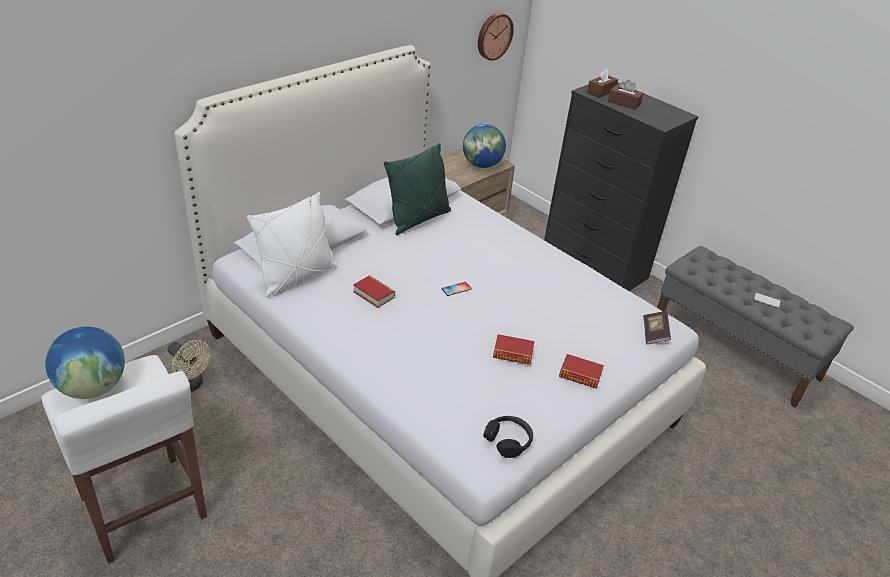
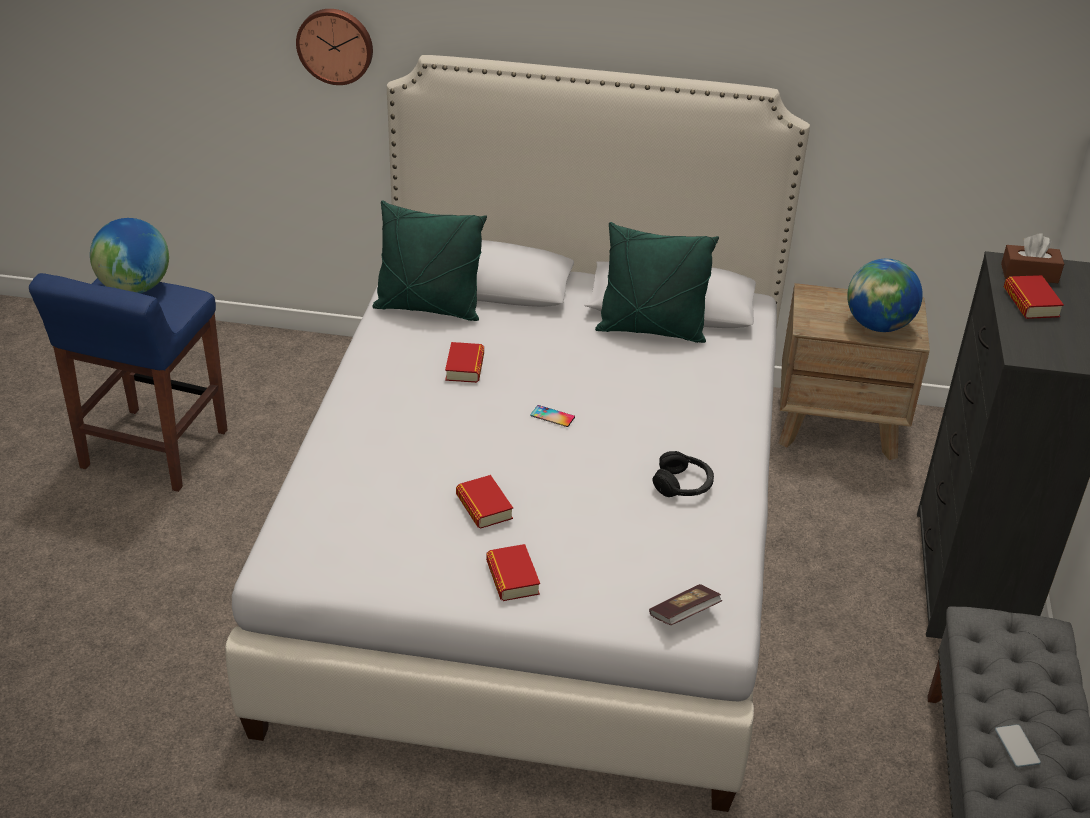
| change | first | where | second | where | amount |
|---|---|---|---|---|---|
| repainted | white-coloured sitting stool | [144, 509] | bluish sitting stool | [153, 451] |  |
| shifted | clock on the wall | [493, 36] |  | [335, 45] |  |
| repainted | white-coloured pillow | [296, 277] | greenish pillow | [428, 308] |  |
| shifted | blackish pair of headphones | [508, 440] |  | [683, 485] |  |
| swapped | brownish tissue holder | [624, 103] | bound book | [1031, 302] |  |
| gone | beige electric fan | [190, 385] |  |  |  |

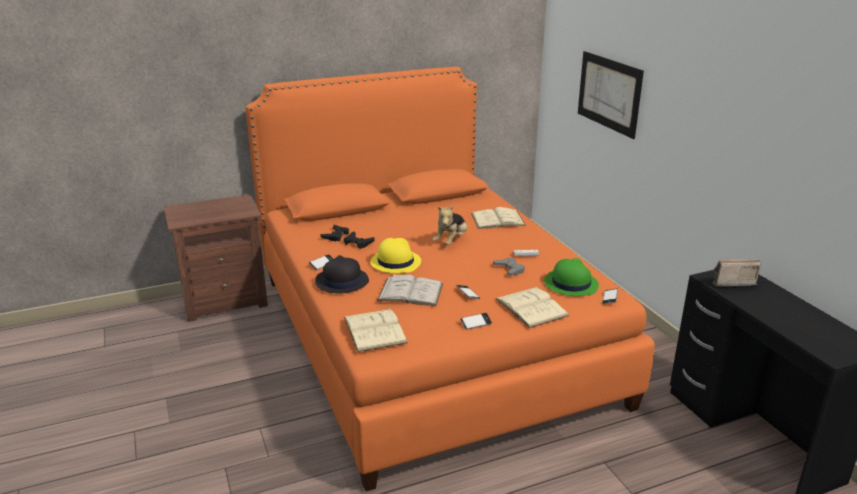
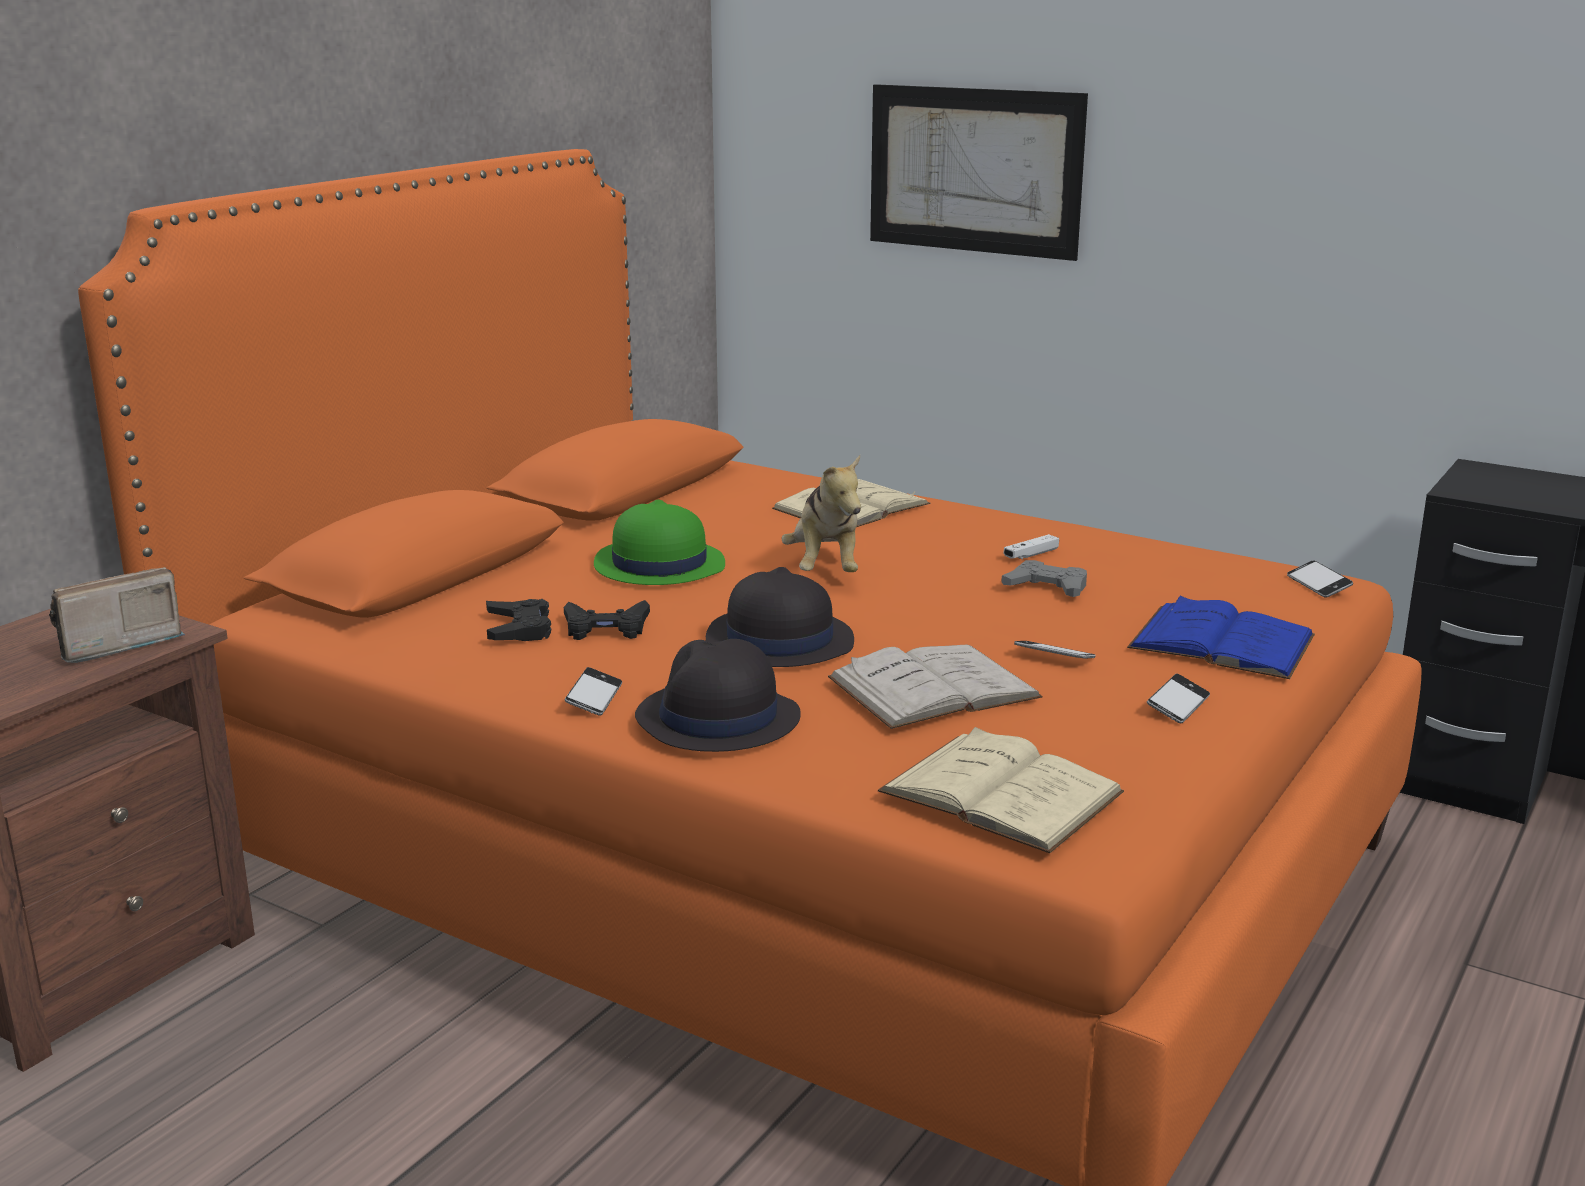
| change | first | where | second | where | amount |
|---|---|---|---|---|---|
| shifted | radio receiver | [730, 282] |  | [114, 645] |  |
| shifted | greenish hat | [570, 284] |  | [658, 565] |  |
| repainted | yellow-coloured hat | [395, 262] | blackish hat | [778, 641] |  |
| repainted | beige bound book | [531, 307] | bluish bound book | [1221, 641] |  |

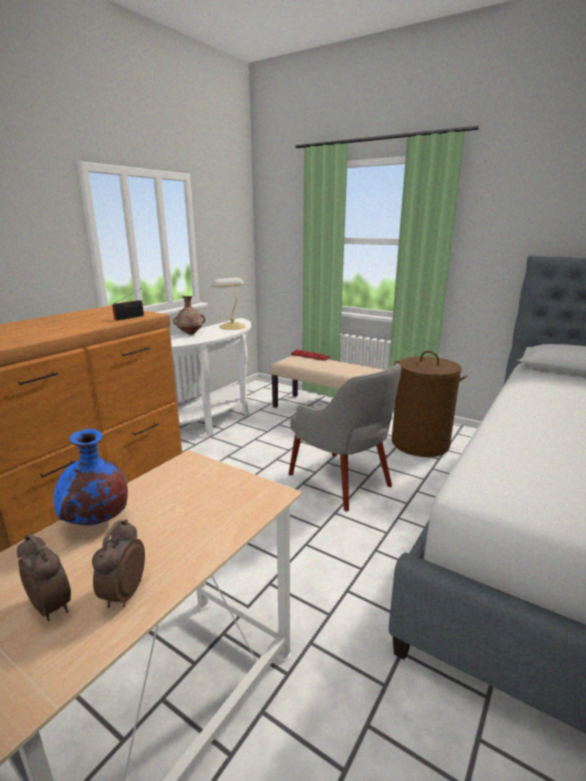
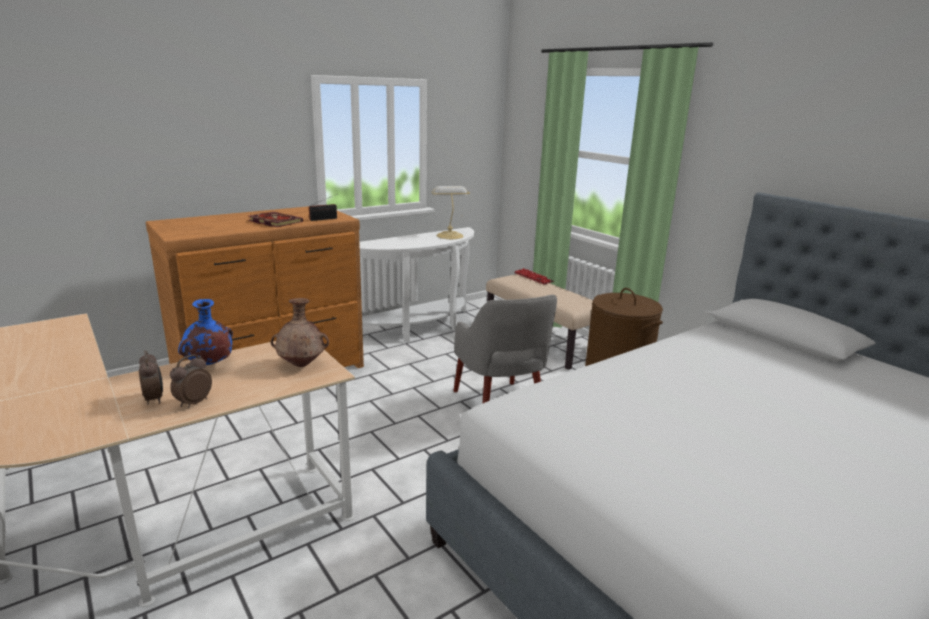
| change | first | where | second | where | amount |
|---|---|---|---|---|---|
| new |  |  | bound book | [274, 221] |  |
| shifted | brownish decorative vase | [191, 334] |  | [302, 364] |  |

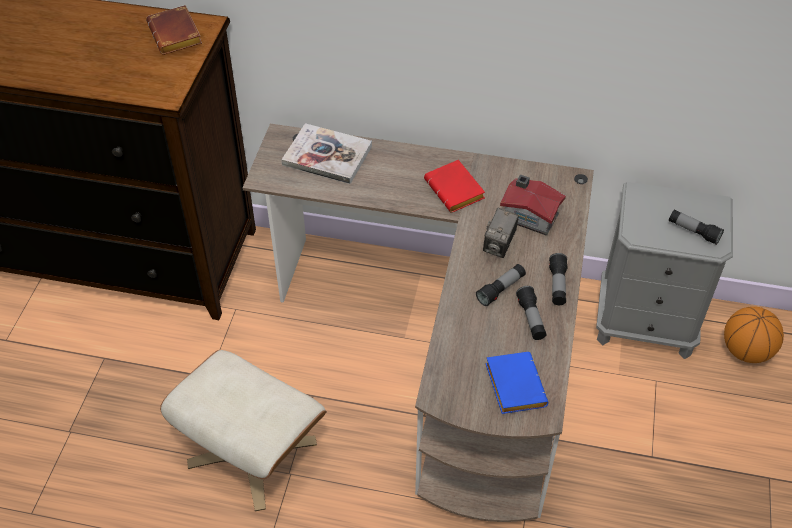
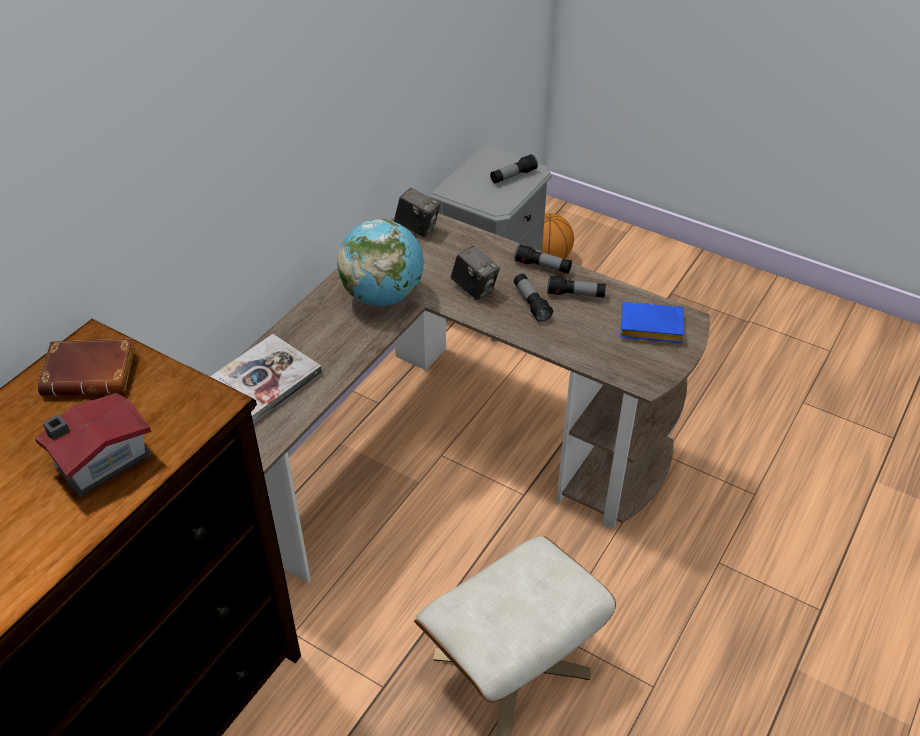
| change | first | where | second | where | amount |
|---|---|---|---|---|---|
| shifted | toy house | [529, 215] |  | [99, 460] |  |
| swapped | red bound book | [456, 191] | desk globe | [383, 296] |  |
| new |  |  | still camera | [417, 228] |  |

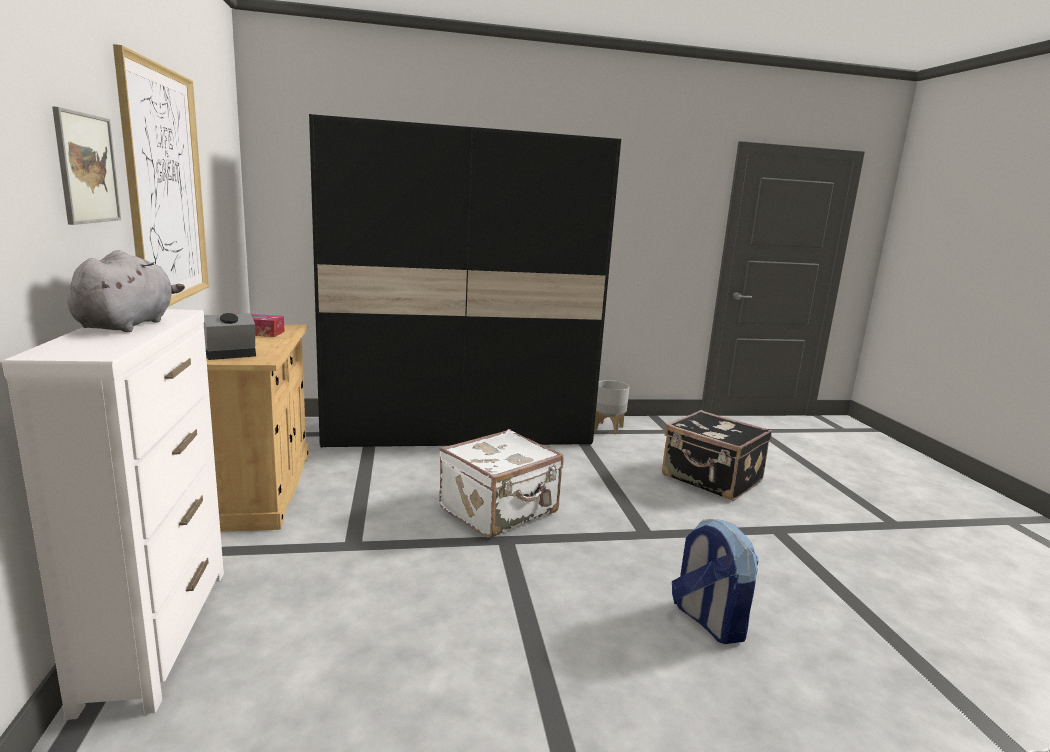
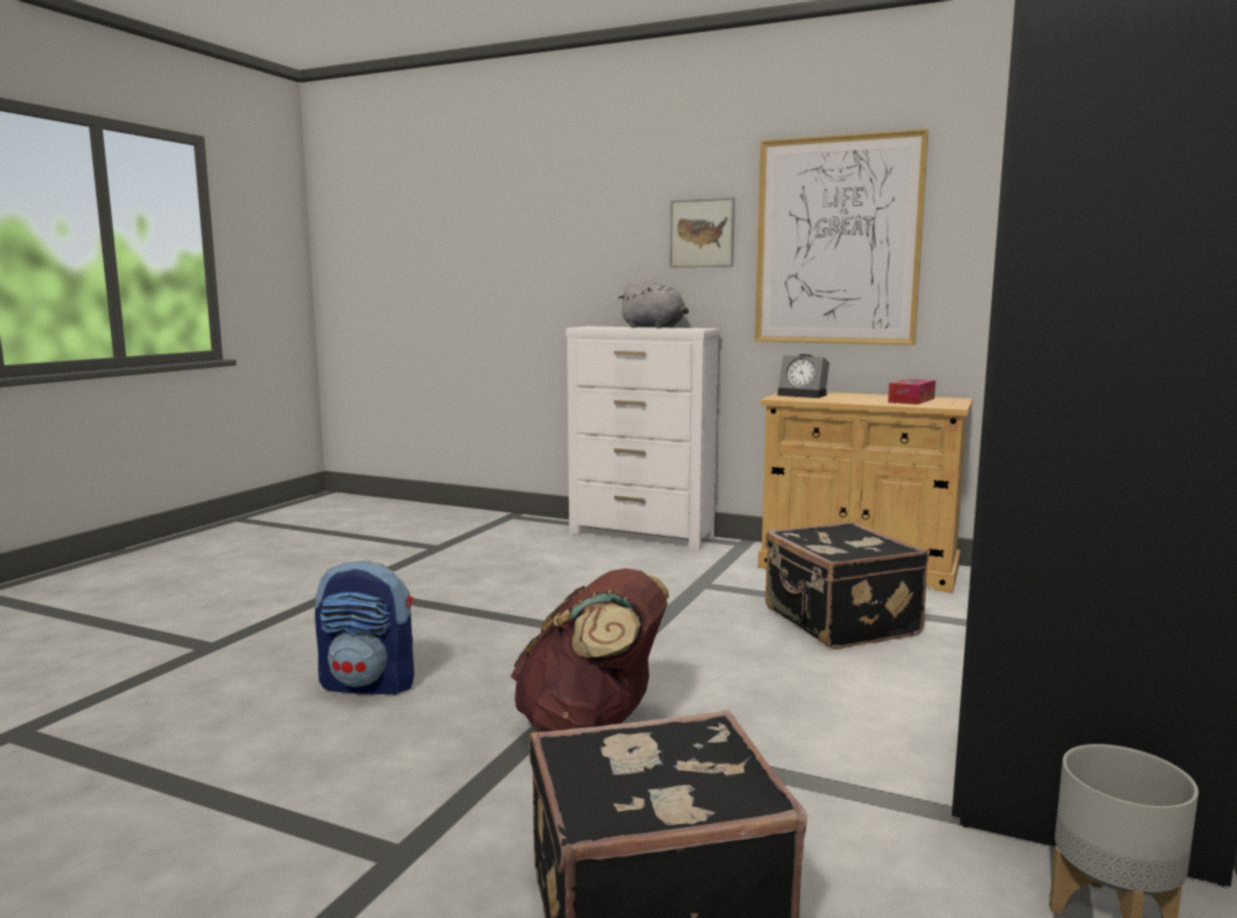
| change | first | where | second | where | amount |
|---|---|---|---|---|---|
| new |  |  | brownish rucksack | [592, 726] |  |
| new |  |  | blackish suitcase | [838, 623] |  |
| rotated | table clock | [229, 355] |  | [804, 395] | 120 degrees clockwise |
| gone | white-coloured suitcase | [500, 511] |  |  |  |

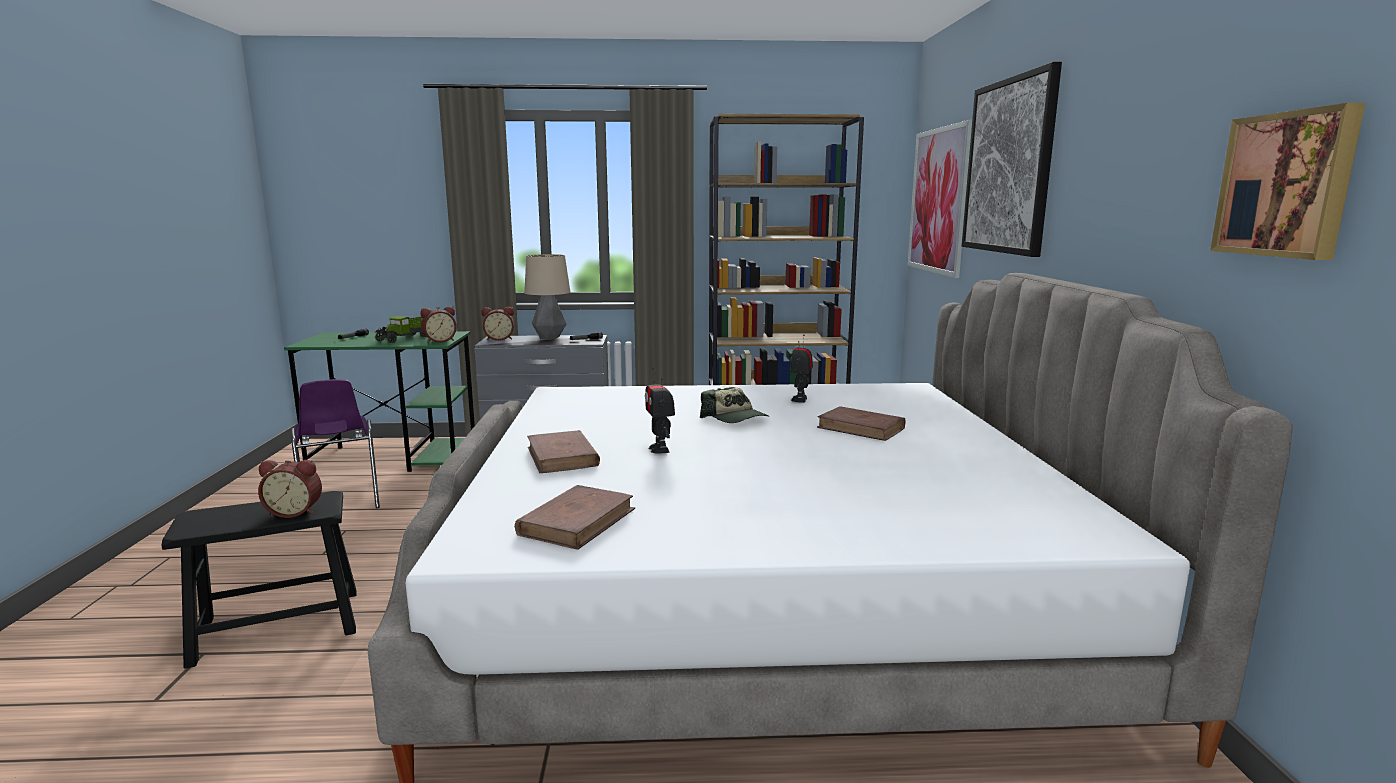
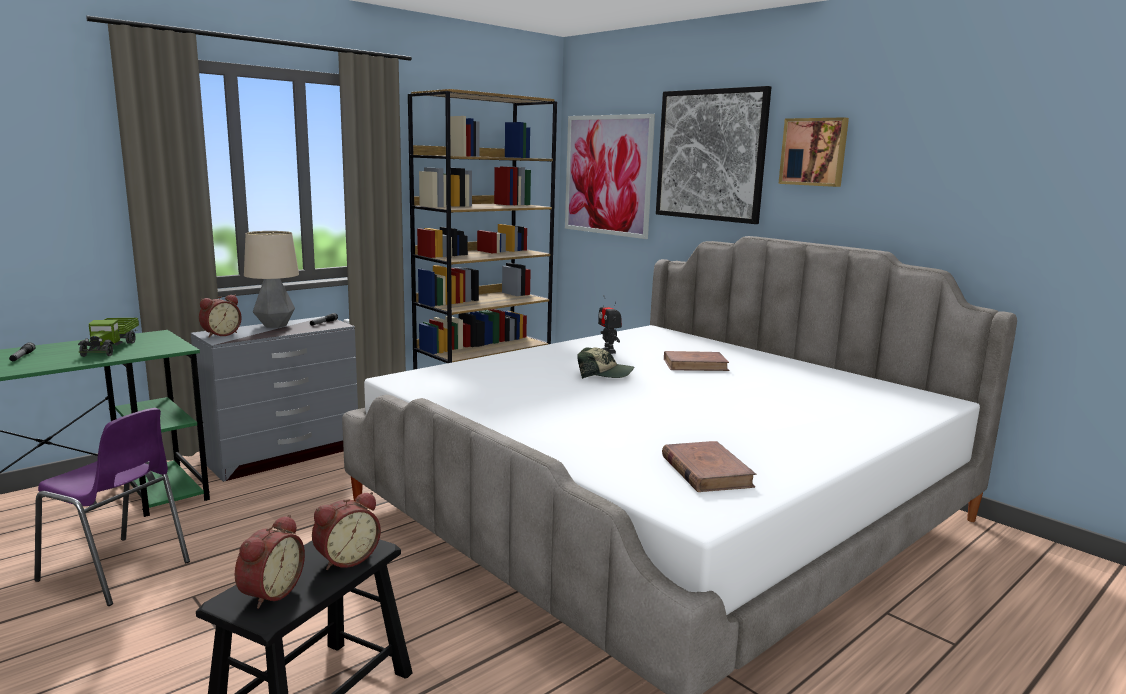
| change | first | where | second | where | amount |
|---|---|---|---|---|---|
| shifted | table clock | [439, 341] |  | [269, 592] |  |
| shifted | picture | [1287, 185] |  | [814, 152] |  |
| gone | brownish bound book | [562, 457] |  |  |  |
| gone | model robot | [660, 449] |  |  |  |

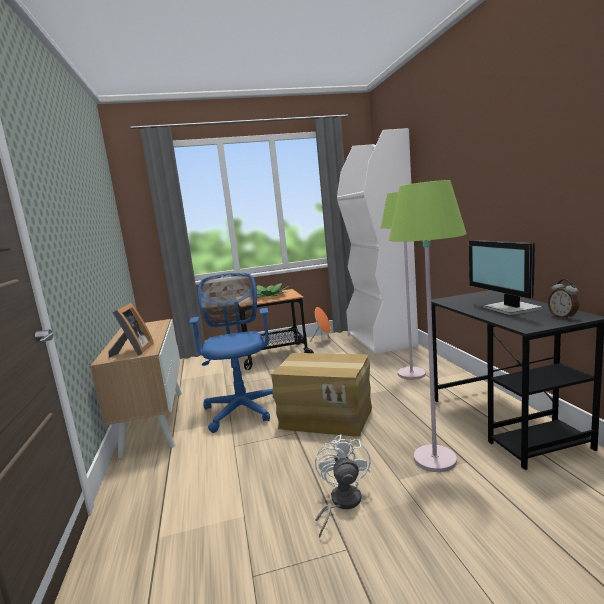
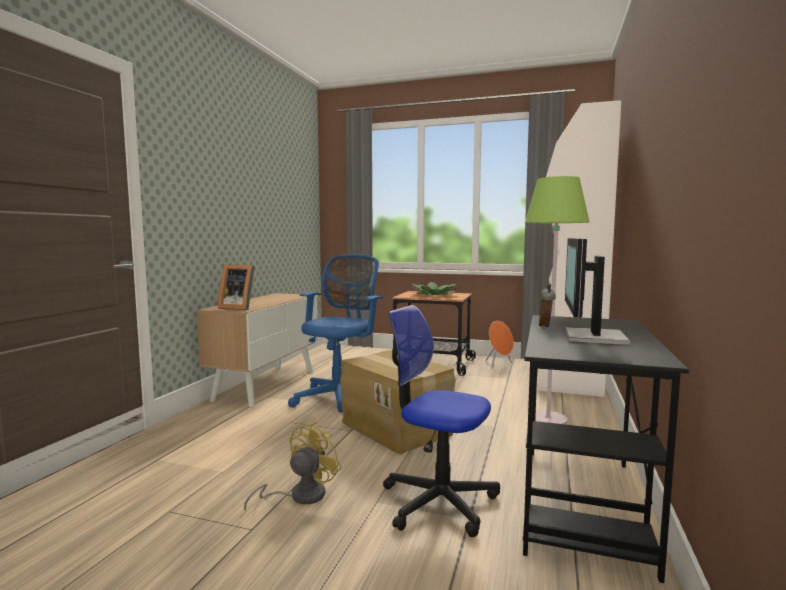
| change | first | where | second | where | amount |
|---|---|---|---|---|---|
| rotated | picture frame | [133, 351] |  | [238, 308] | 75 degrees clockwise |
| repainted | white-coloured electric fan | [341, 503] | yellow-coloured electric fan | [300, 496] |  |
| swapped | greenish standing lamp | [434, 459] | computer chair | [439, 501] |  |
| shifted | table clock | [563, 317] |  | [546, 327] |  |

